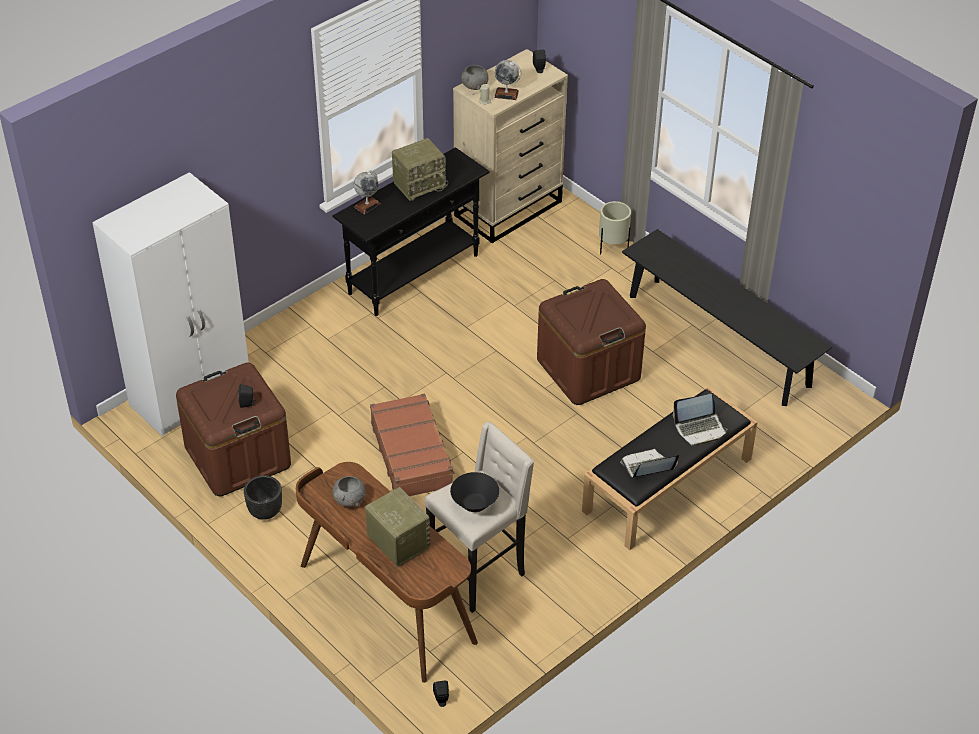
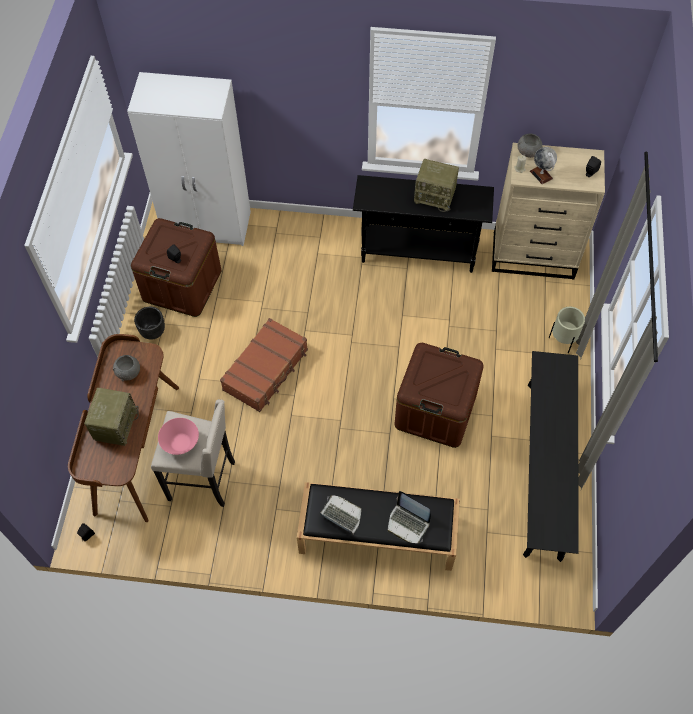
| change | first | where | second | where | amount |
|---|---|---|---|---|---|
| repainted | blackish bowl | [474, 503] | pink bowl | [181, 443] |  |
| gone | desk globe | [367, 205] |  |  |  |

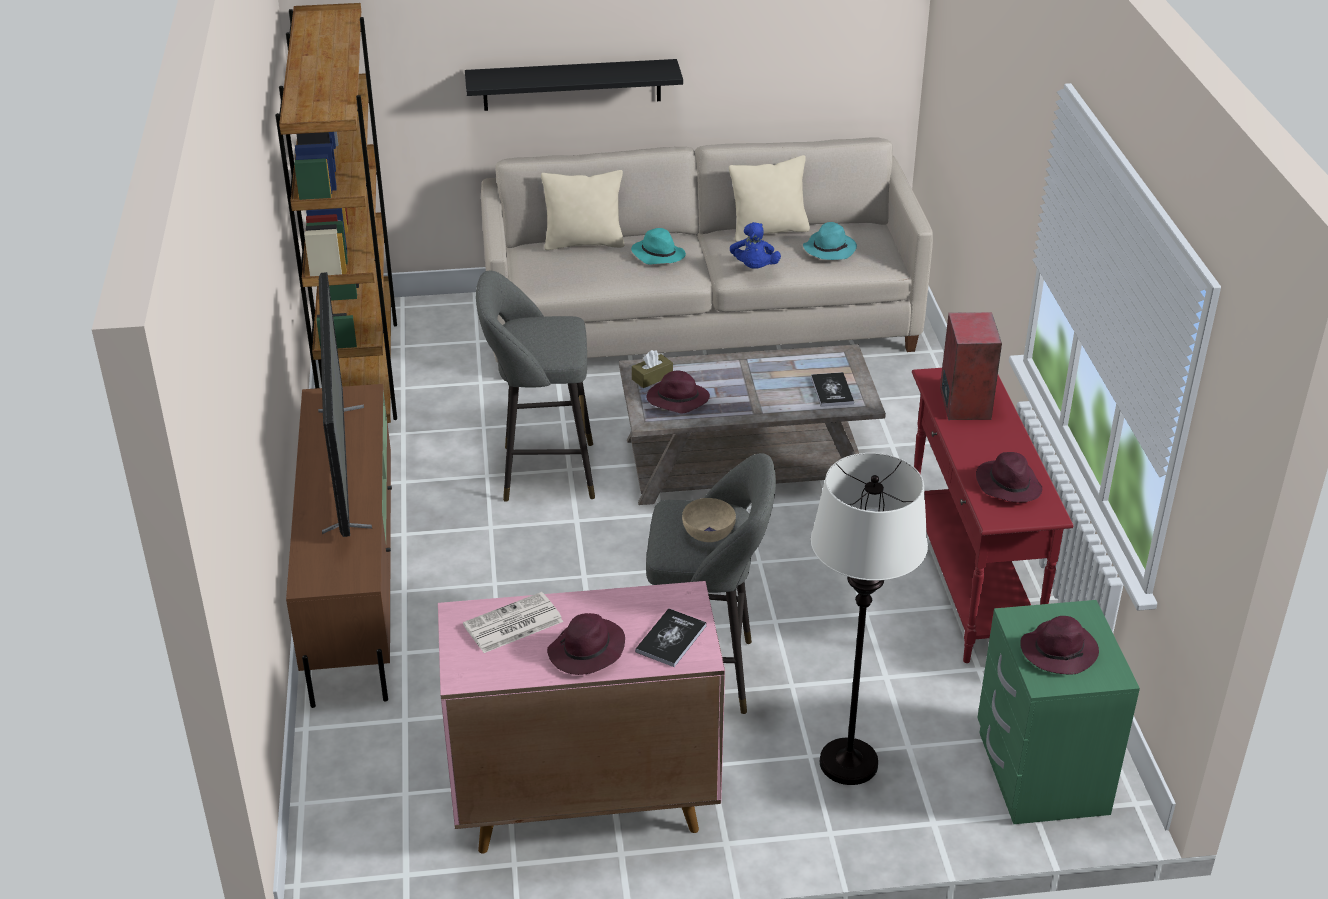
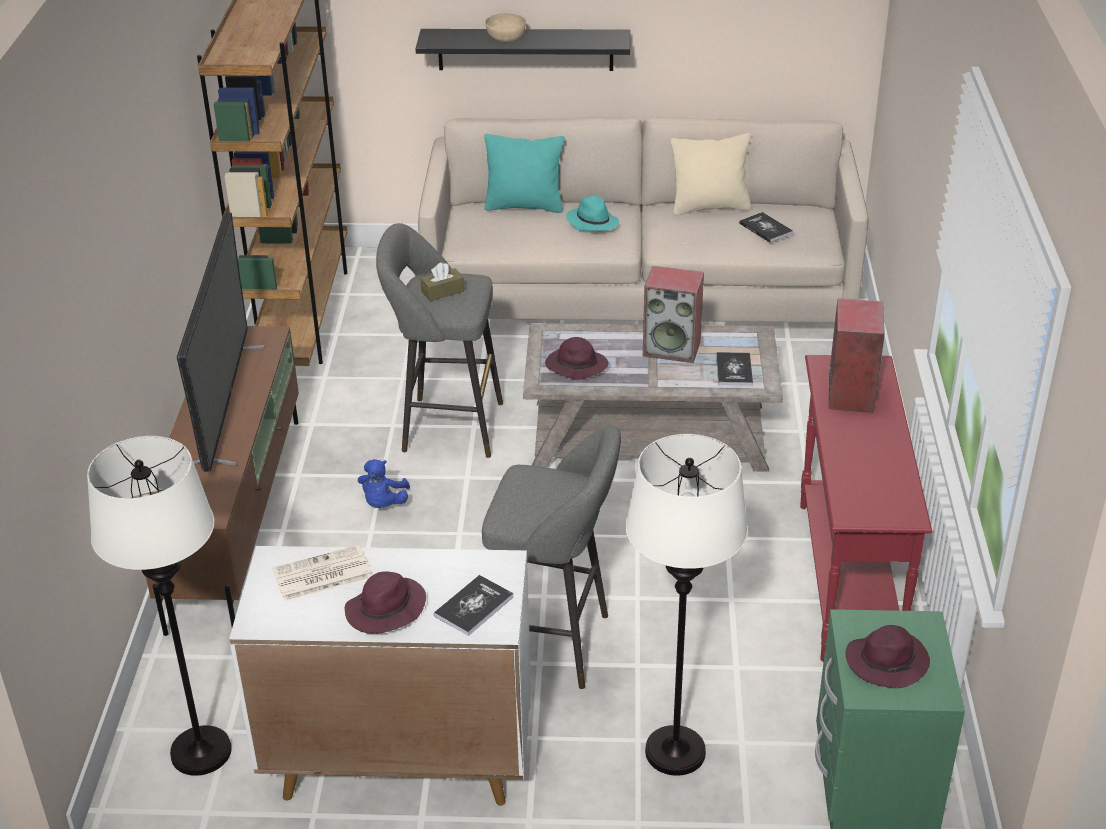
| change | first | where | second | where | amount |
|---|---|---|---|---|---|
| new |  |  | white-coloured standing lamp | [201, 752] |  |
| repainted | pink cupboard | [582, 801] | white-coloured cupboard | [397, 759] |  |
| shifted | bluish soft toy | [754, 268] |  | [383, 503] |  |
| shifted | brownish tissue holder | [652, 377] |  | [442, 291] |  |
| repainted | beige pillow | [584, 243] | turquoise pillow | [524, 206] |  |
| shifted | beige bowl | [707, 533] |  | [505, 38] |  |
| new |  |  | audio speaker | [672, 348] |  |
| swapped | turquoise hat | [829, 248] | bound book | [765, 228] |  |
| gone | purple hat | [1008, 484] |  |  |  |

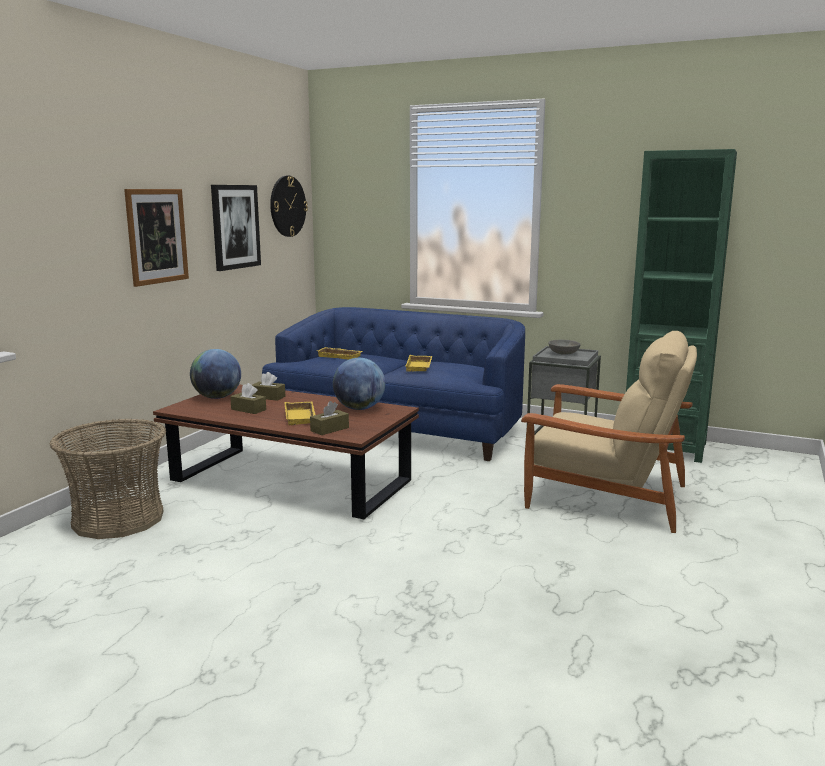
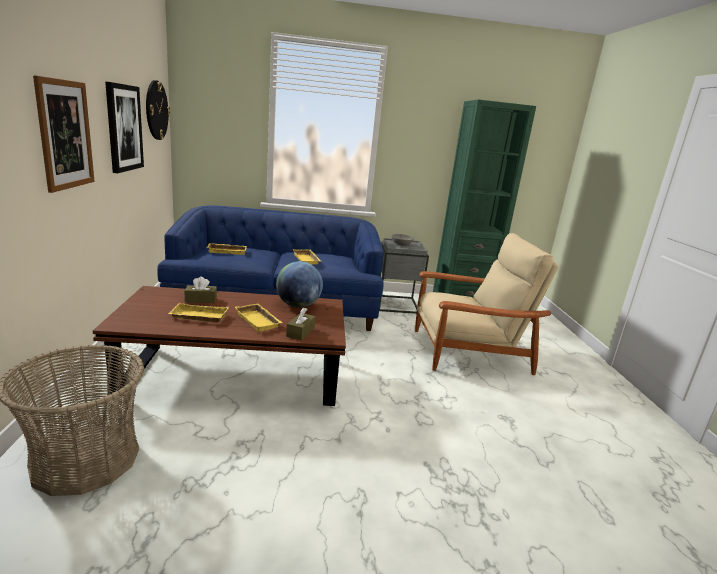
| change | first | where | second | where | amount |
|---|---|---|---|---|---|
| swapped | brownish tissue holder | [248, 409] | yellow-coloured serving tray | [198, 317] |  |
| gone | desk globe | [217, 397] |  |  |  |

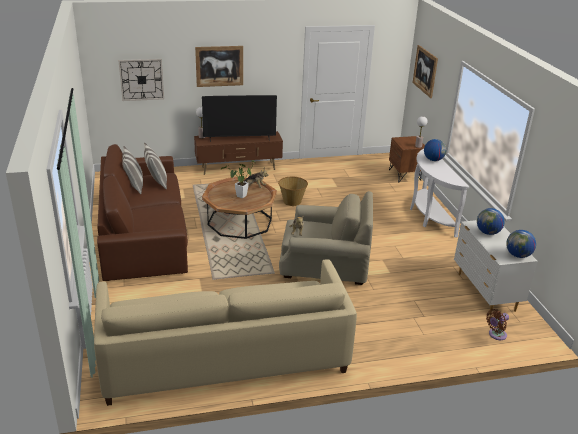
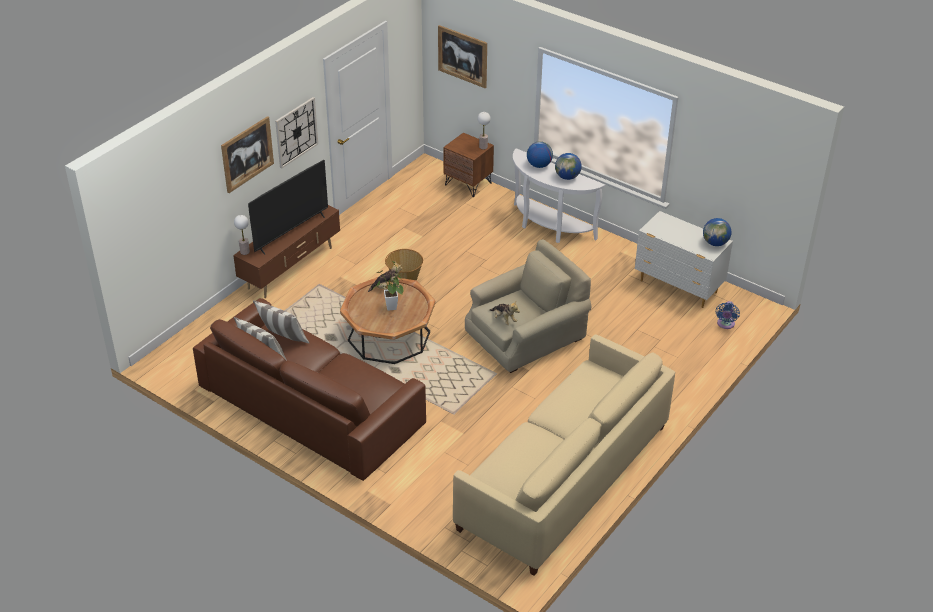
| change | first | where | second | where | amount |
|---|---|---|---|---|---|
| shifted | clock on the wall | [141, 79] |  | [296, 132] |  |
| shifted | desk globe | [488, 232] |  | [567, 177] |  |
| repainted | brownish electric fan | [496, 335] | bluish electric fan | [725, 324] |  |

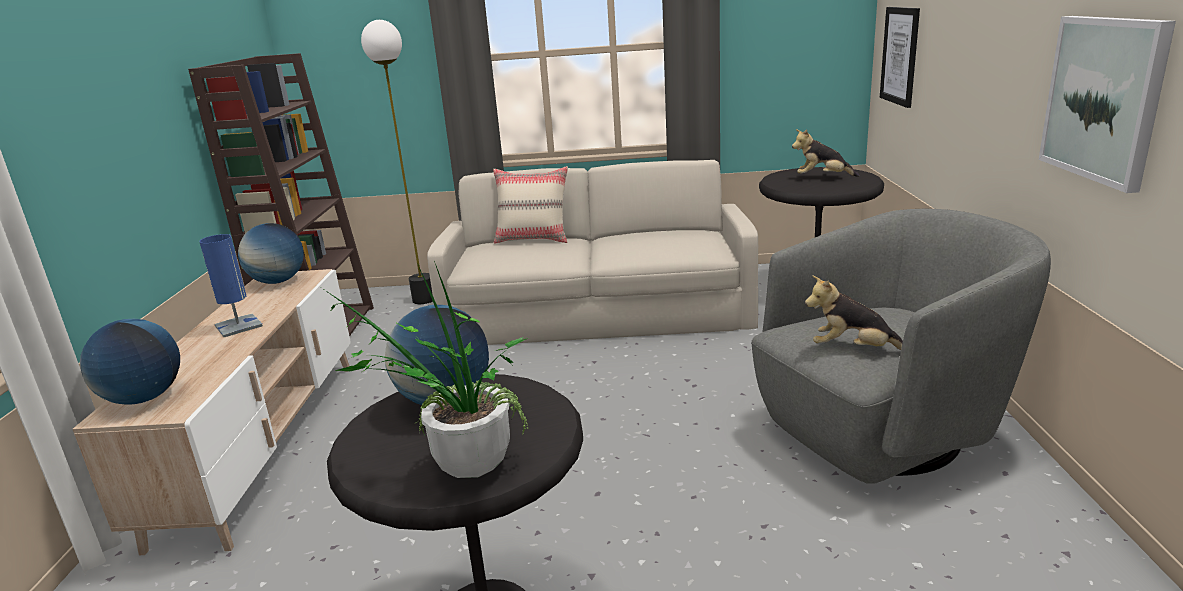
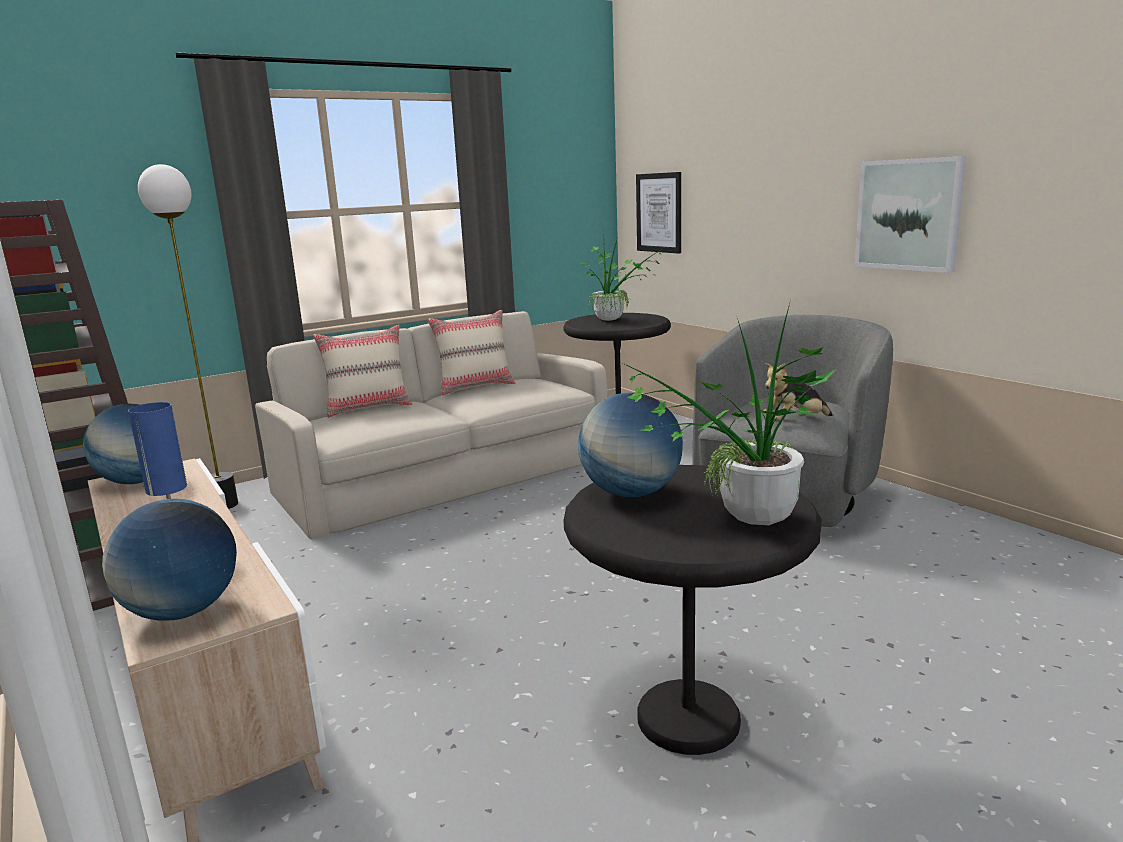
| change | first | where | second | where | amount |
|---|---|---|---|---|---|
| new |  |  | beige pillow | [475, 386] |  |
| swapped | soft toy | [822, 178] | houseplant | [615, 319] |  |

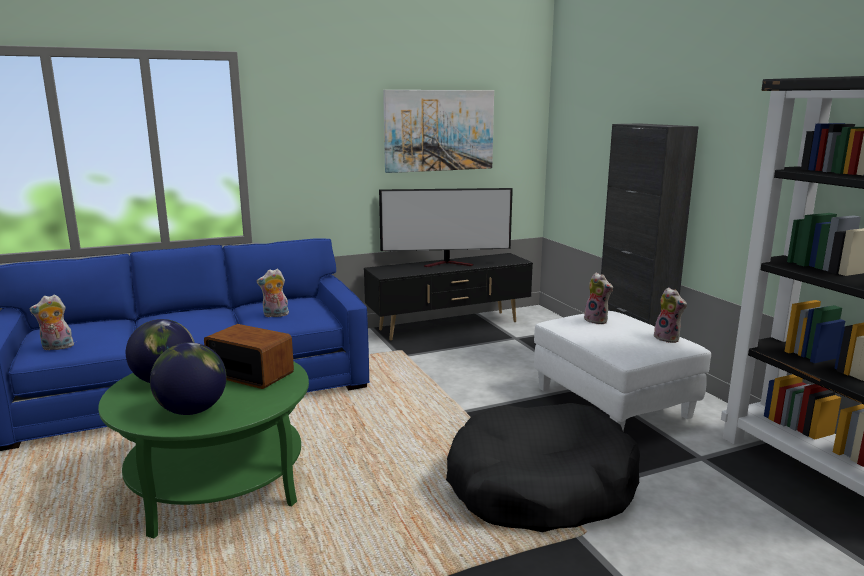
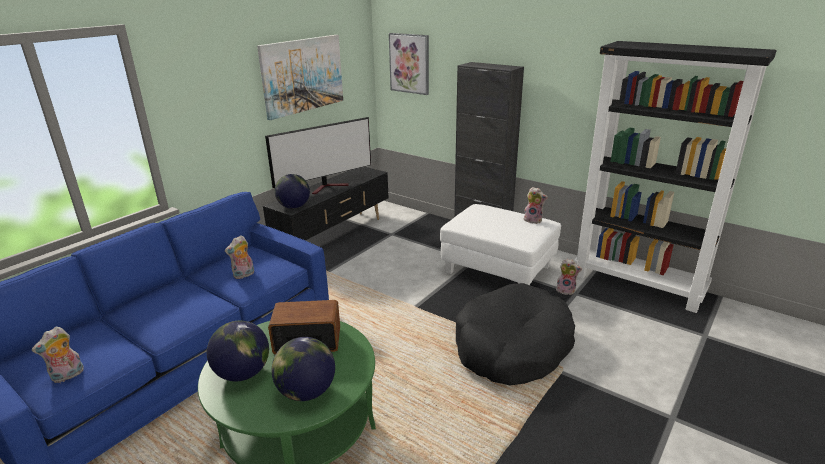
| change | first | where | second | where | amount |
|---|---|---|---|---|---|
| new |  |  | desk globe | [294, 207] |  |
| new |  |  | picture | [409, 63] |  |
| shifted | soft toy | [597, 320] |  | [566, 290] |  |

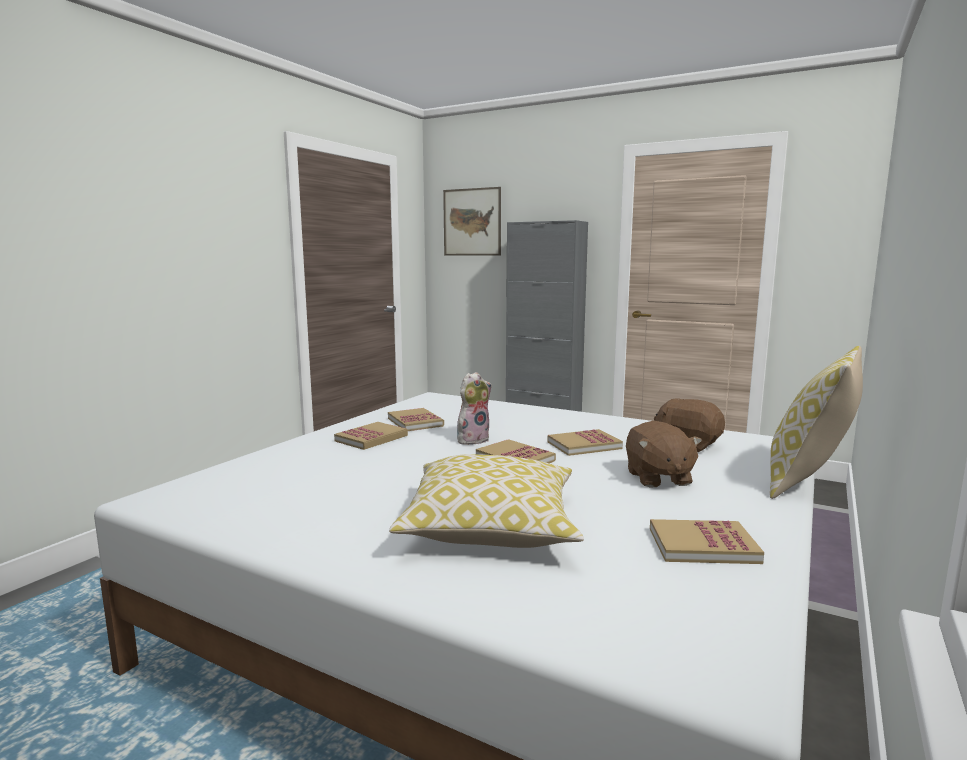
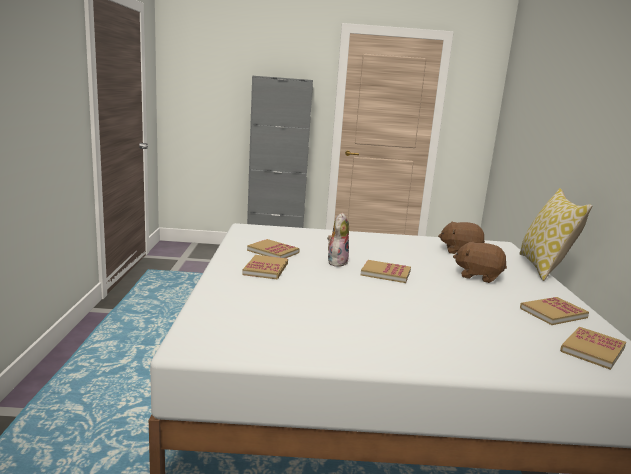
| change | first | where | second | where | amount |
|---|---|---|---|---|---|
| rotated | brownish soft toy | [658, 478] |  | [478, 276] | 150 degrees clockwise |
| shifted | bound book | [584, 445] |  | [592, 350] |  |
| gone | pillow | [491, 527] |  |  |  |
| gone | picture | [472, 222] |  |  |  |

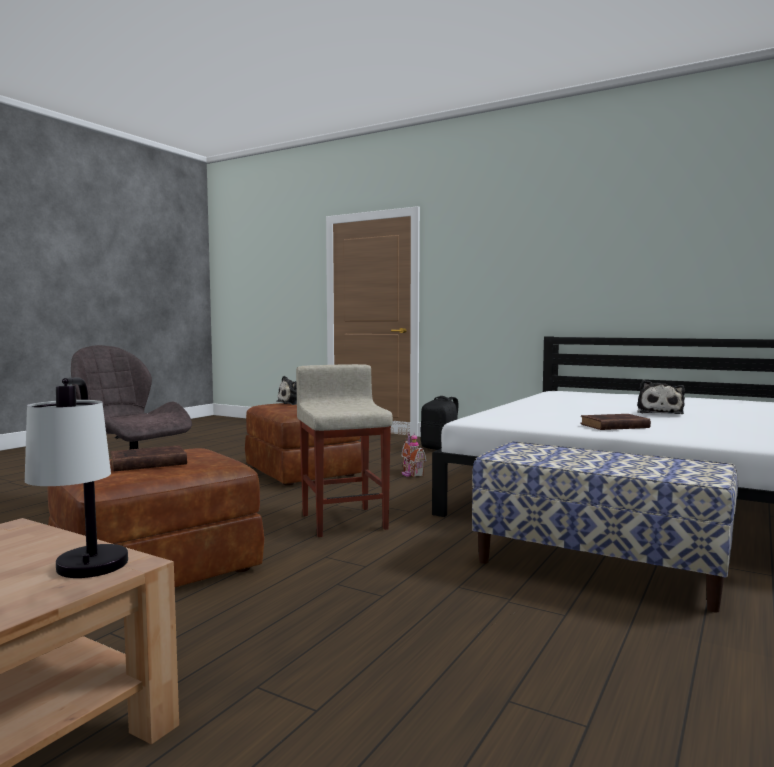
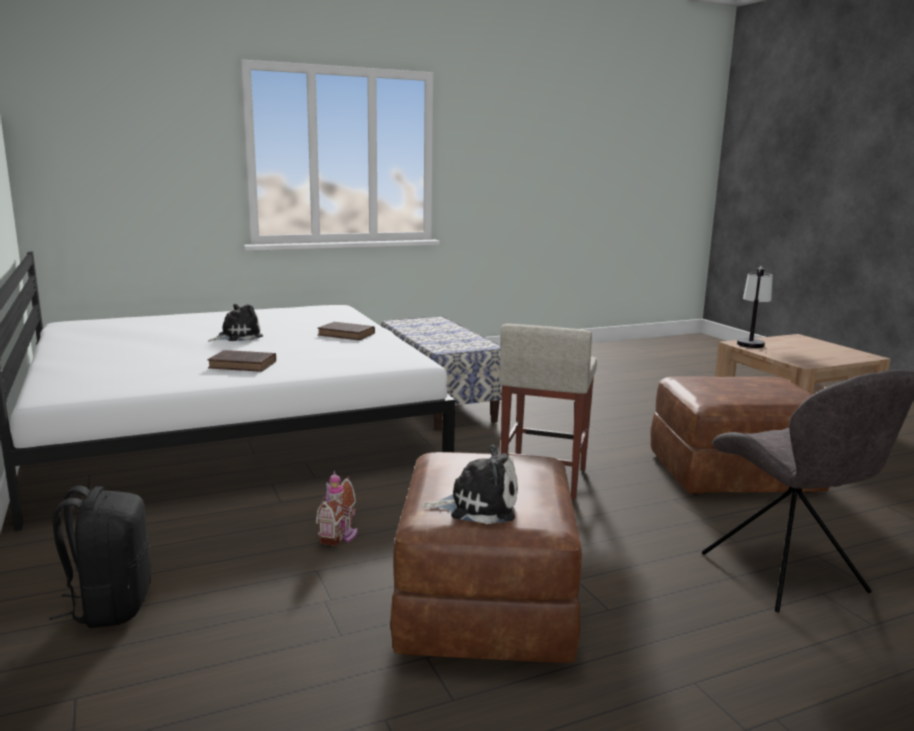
| change | first | where | second | where | amount |
|---|---|---|---|---|---|
| shifted | brownish bound book | [146, 463] |  | [244, 365] |  |

